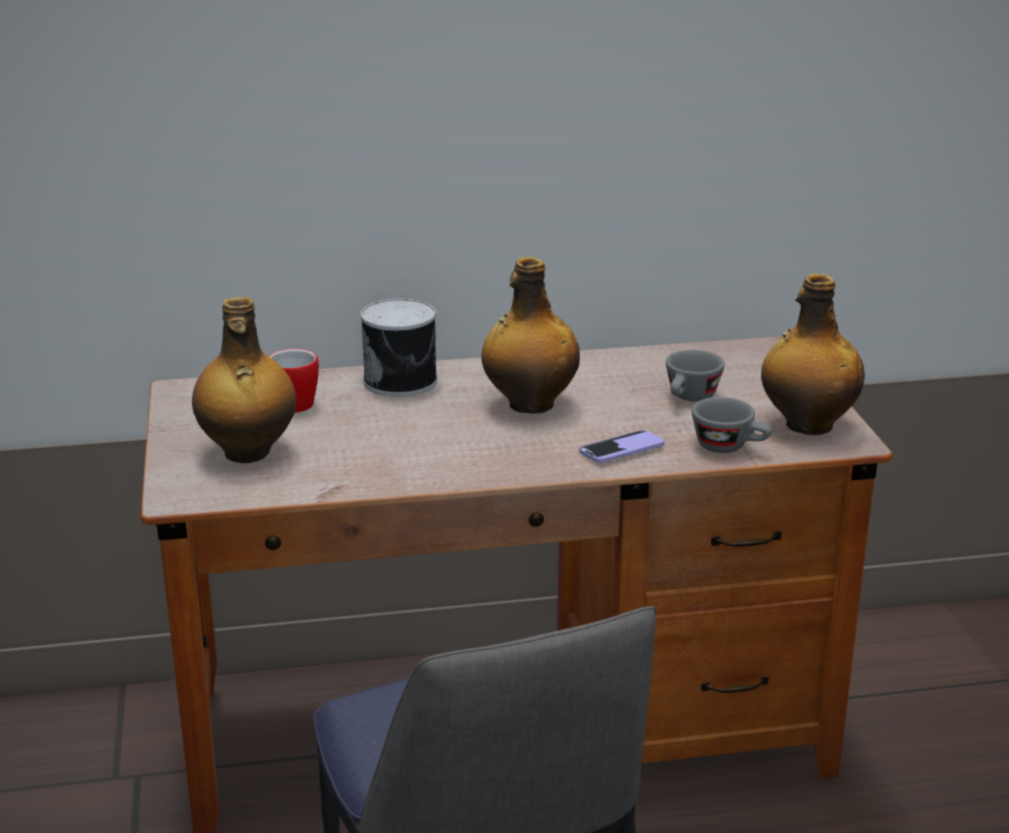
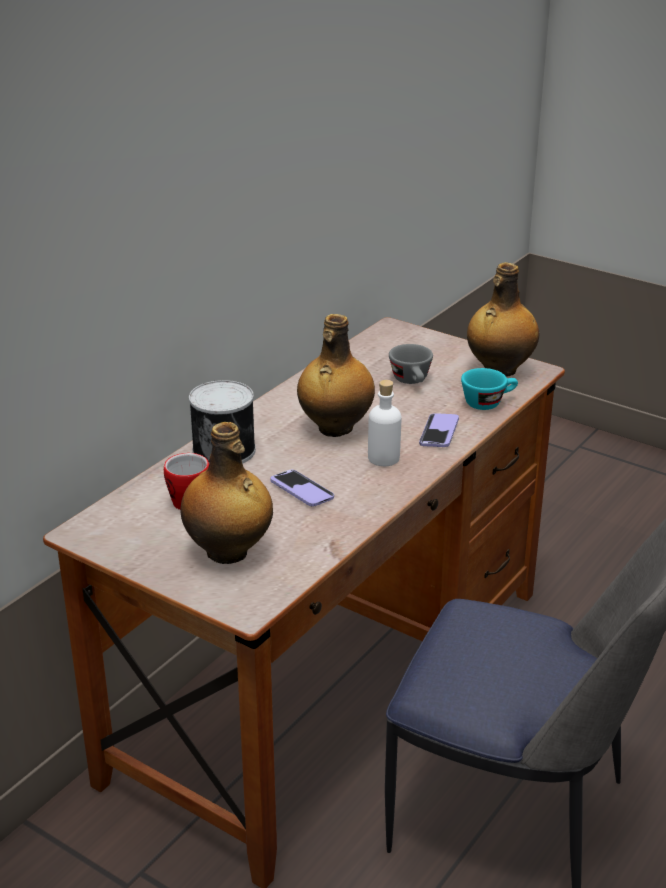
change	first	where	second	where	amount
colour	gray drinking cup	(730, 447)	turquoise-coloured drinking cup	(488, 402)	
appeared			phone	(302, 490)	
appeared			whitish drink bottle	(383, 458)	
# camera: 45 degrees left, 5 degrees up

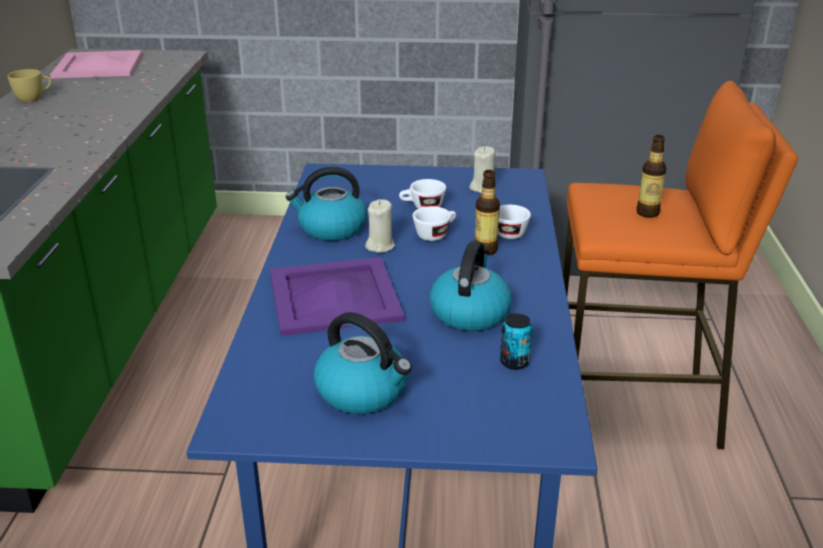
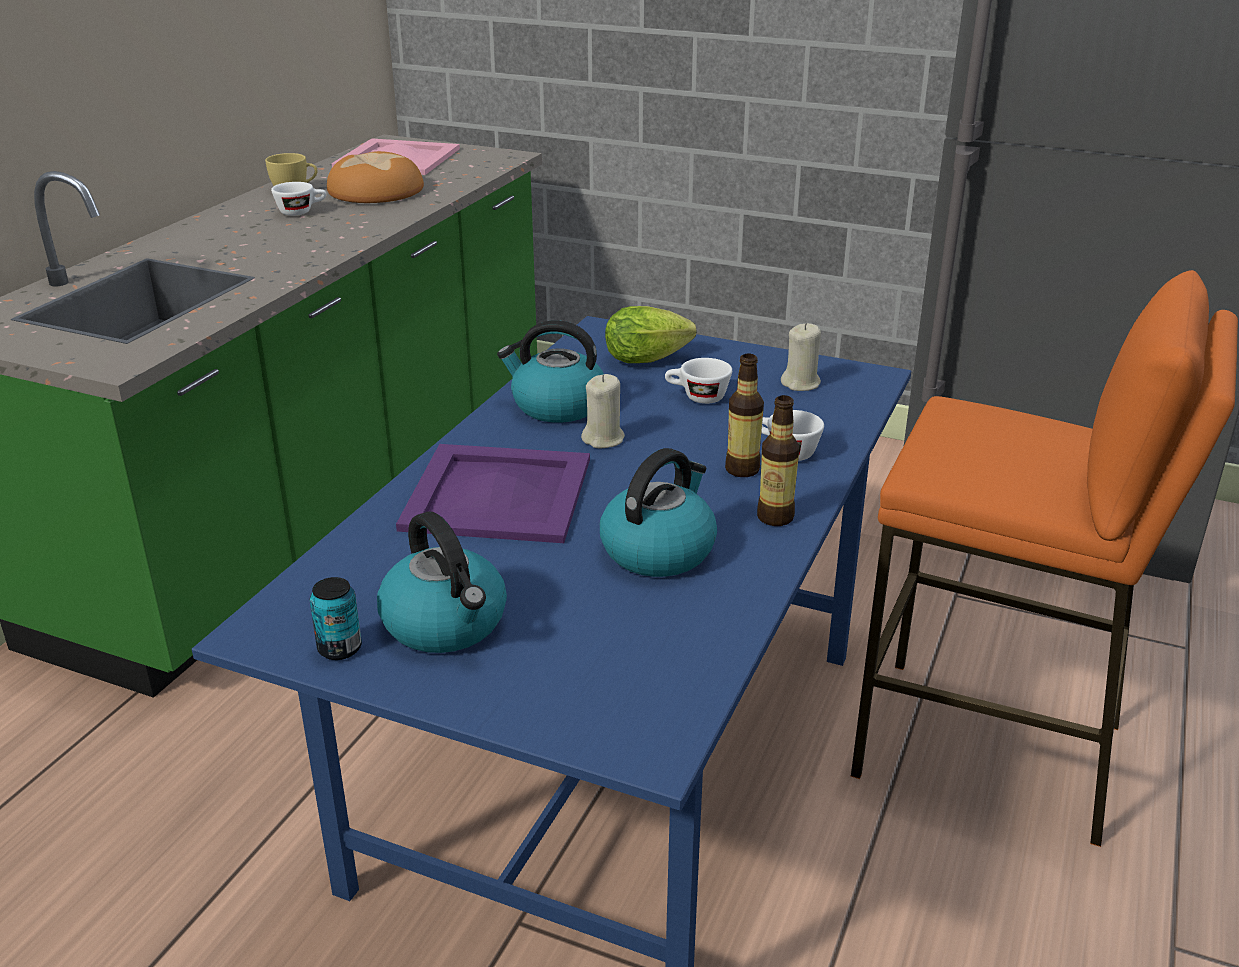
change	first	where	second	where	amount
relocated	whitish drinking cup	(435, 234)		(301, 212)	
relocated	can	(514, 362)		(340, 648)	
relocated	drink bottle	(647, 213)		(775, 517)	
appeared			bakery bread	(376, 191)	
appeared			lettuce head	(651, 359)	
# camera: 20 degrees right, 0 degrees up

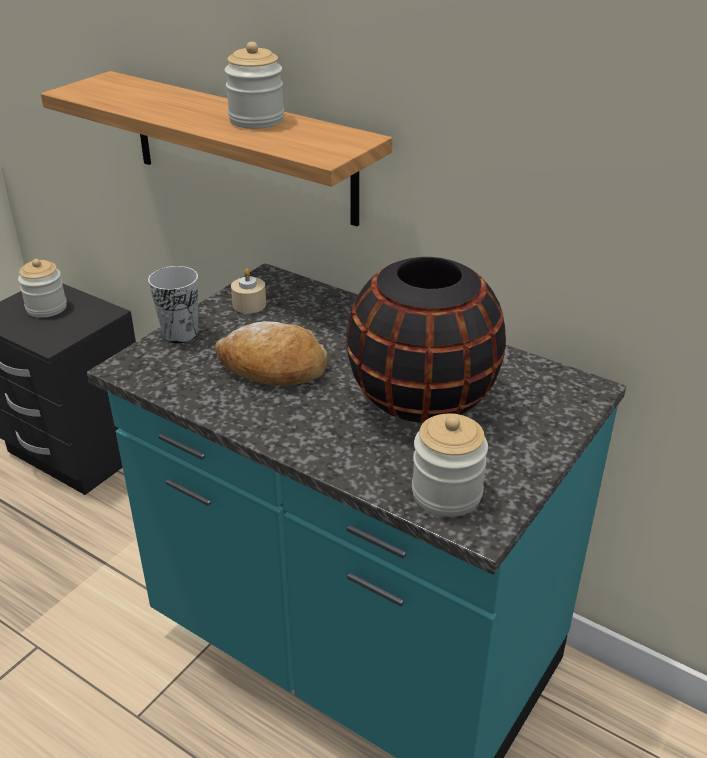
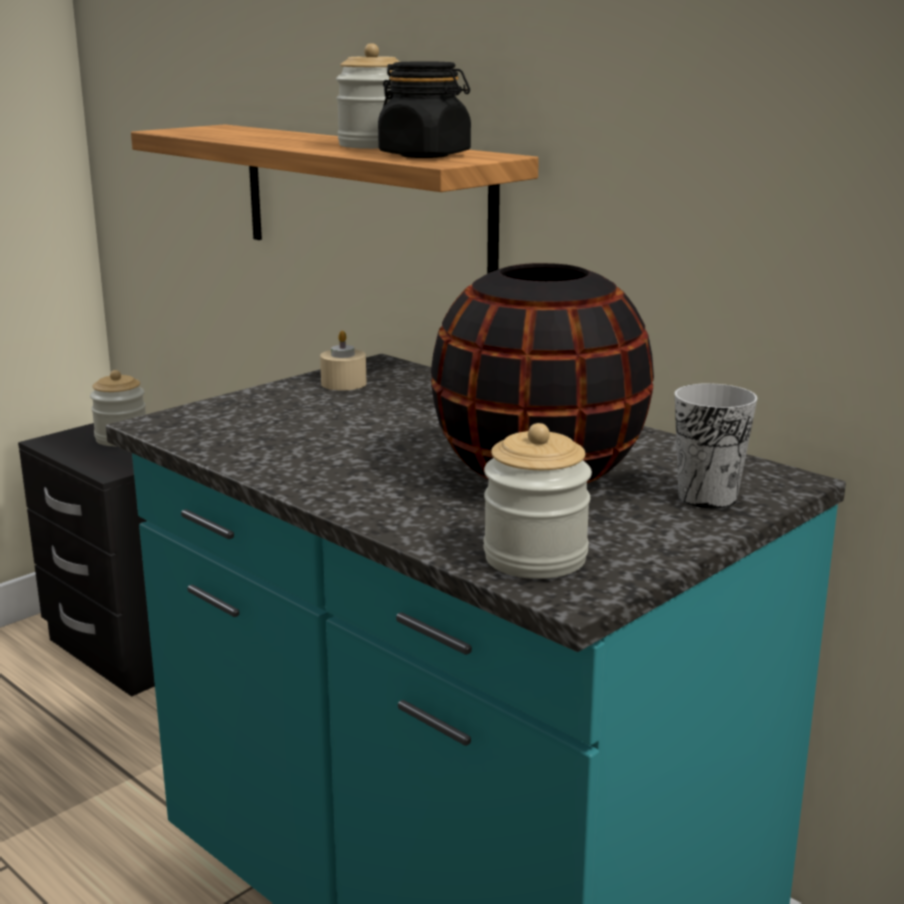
change	first	where	second	where	amount
relocated	drinking cup	(180, 334)		(707, 497)	
missing	bakery bread	(273, 368)			
appeared			blackish preserve jar	(425, 155)	
# camera: 10 degrees right, 15 degrees down

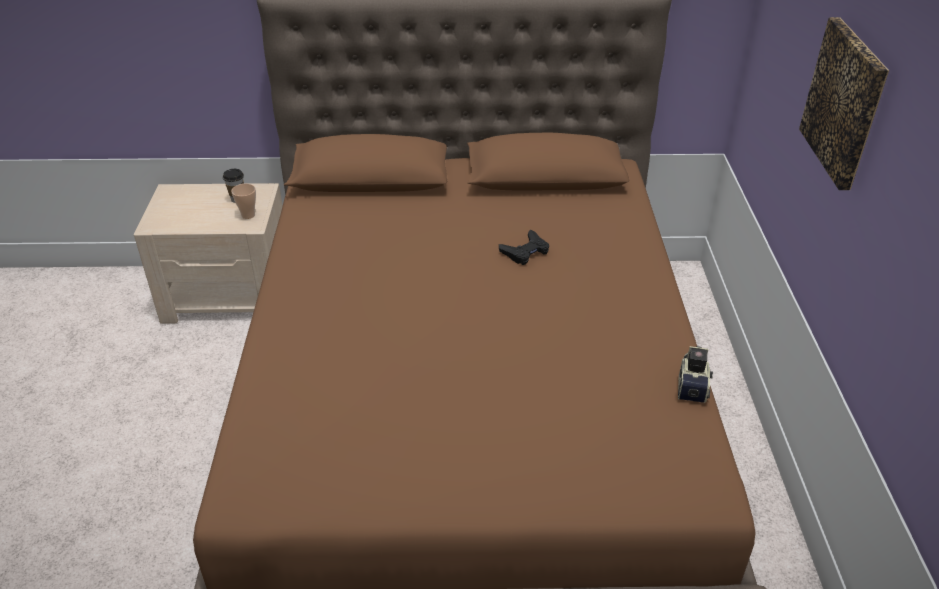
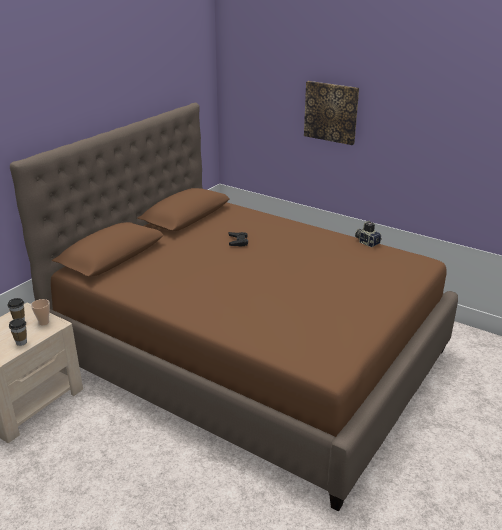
change	first	where	second	where	amount
appeared			drinking cup	(21, 342)	
# camera: 55 degrees left, 10 degrees down

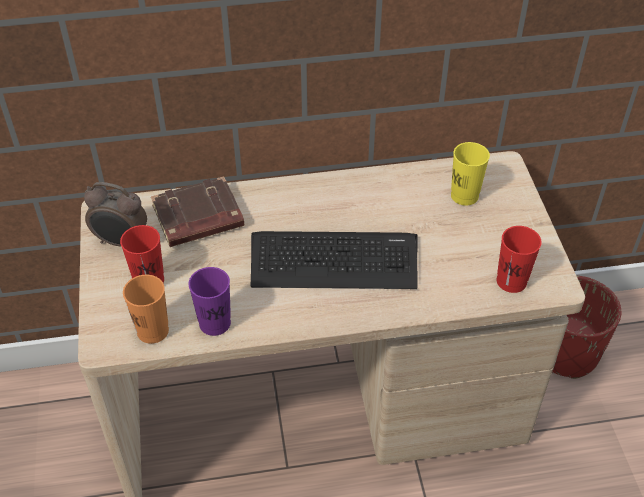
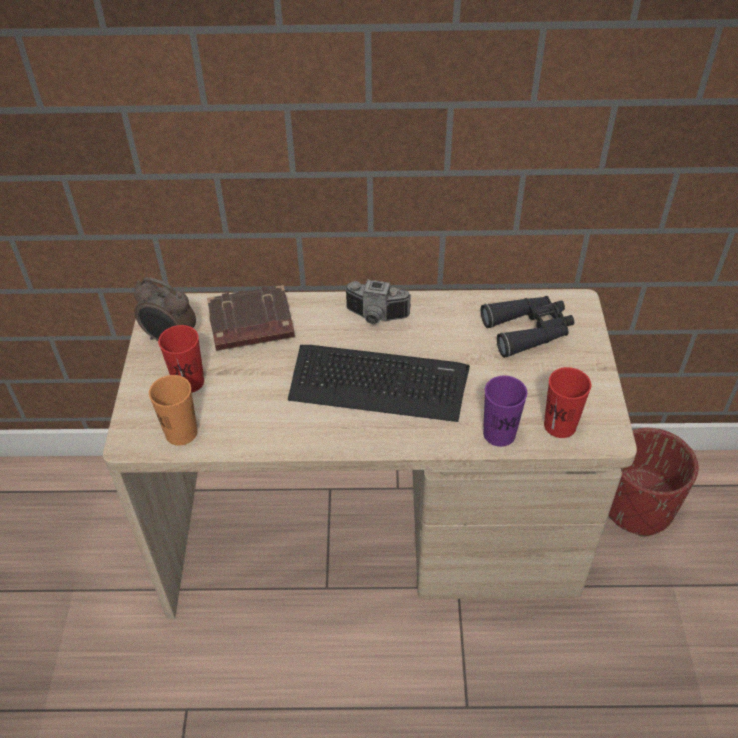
change	first	where	second	where	amount
relocated	purple-coloured drinking cup	(215, 323)		(499, 434)	
exchanged	yellow-coloured drinking cup	(464, 196)	blackish binoculars	(528, 330)	
appeared			still camera	(375, 317)	
# camera: 10 degrees right, 0 degrees up

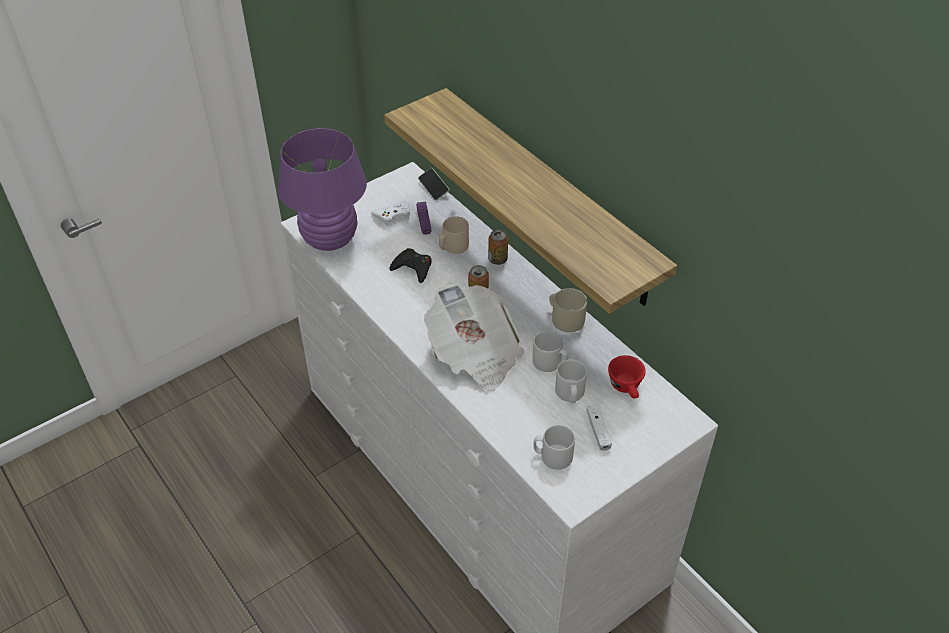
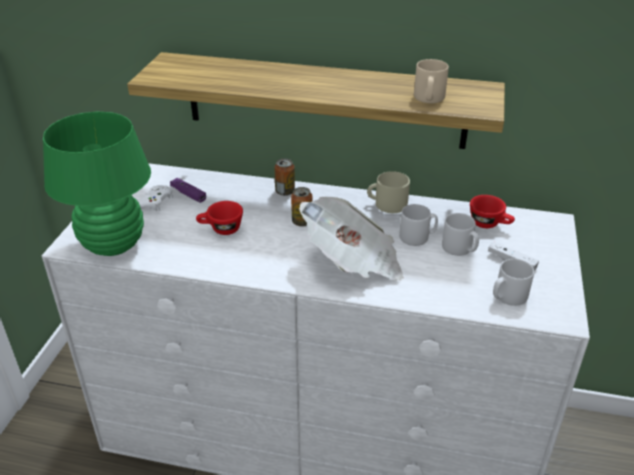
change	first	where	second	where	amount
colour	purple-coloured table lamp	(329, 240)	greenish table lamp	(113, 245)	
exchanged	blackish gamepad	(413, 268)	red drinking cup	(221, 229)	
missing	phone	(433, 188)			
relocated	beige mug	(453, 247)		(429, 99)	
# camera: 40 degrees left, 10 degrees down

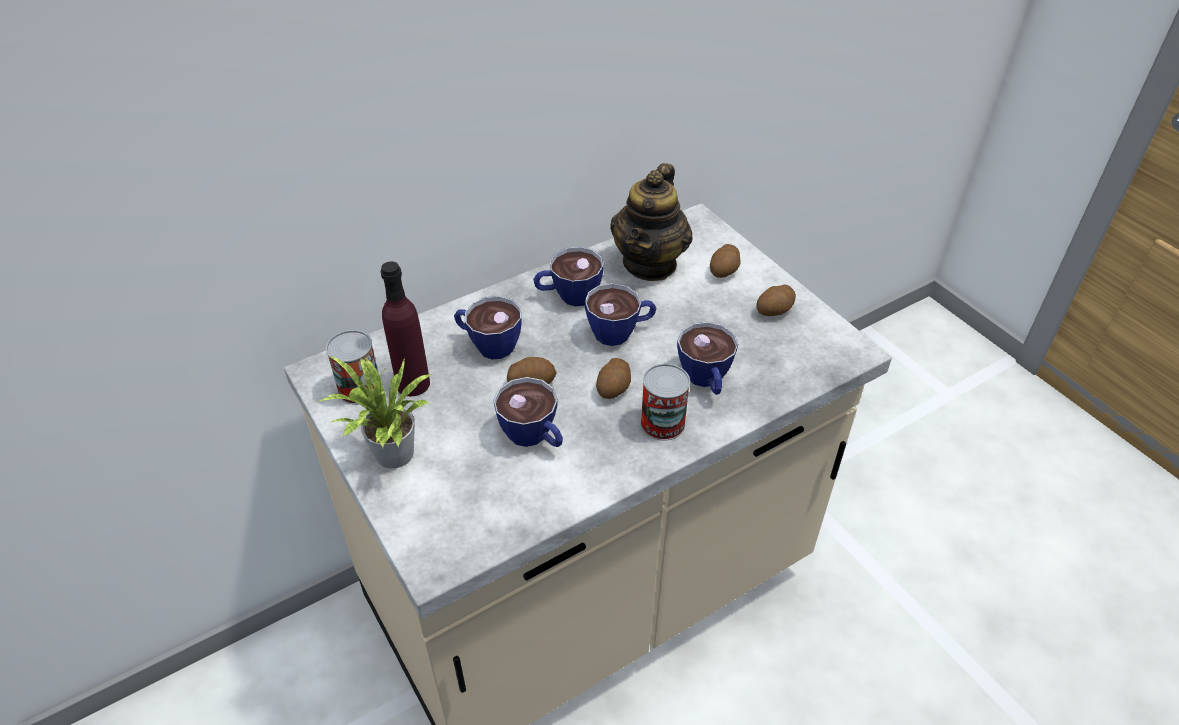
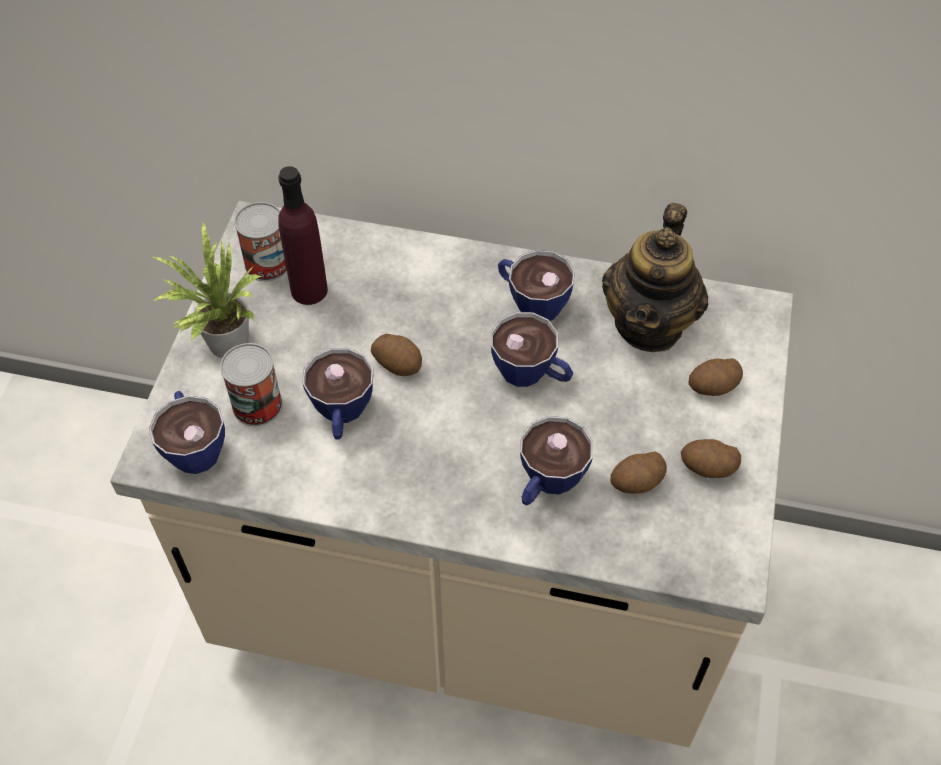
change	first	where	second	where	amount
relocated	drinking cup	(488, 344)		(194, 445)	
relocated	spud	(614, 388)		(637, 482)	
spun	teapot	(650, 263)		(649, 324)	45 degrees counterclockwise
relocated	can	(662, 423)		(257, 405)	
# camera: 45 degrees right, 10 degrees up

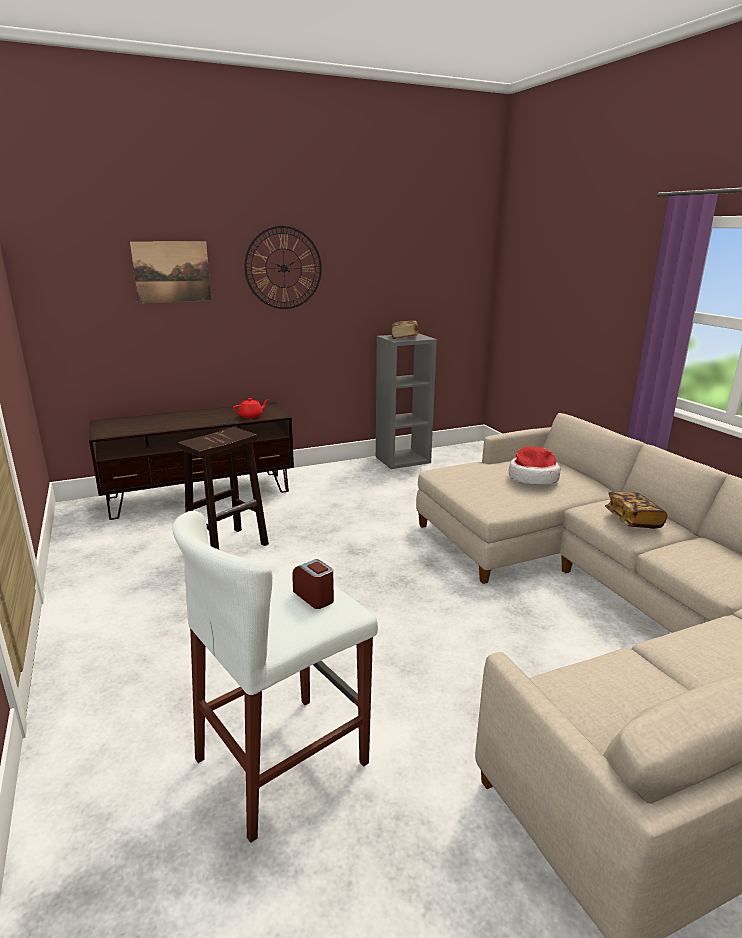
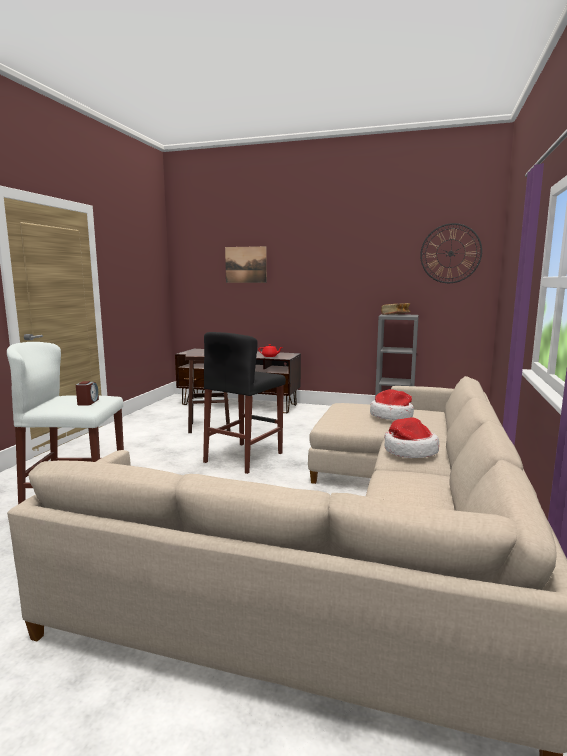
change	first	where	second	where	amount
relocated	clock on the wall	(283, 268)		(450, 253)	
exchanged	volume	(633, 520)	wearable hat	(409, 451)	
appeared			blackish sitting stool	(244, 457)	
# camera: 40 degrees right, 10 degrees down

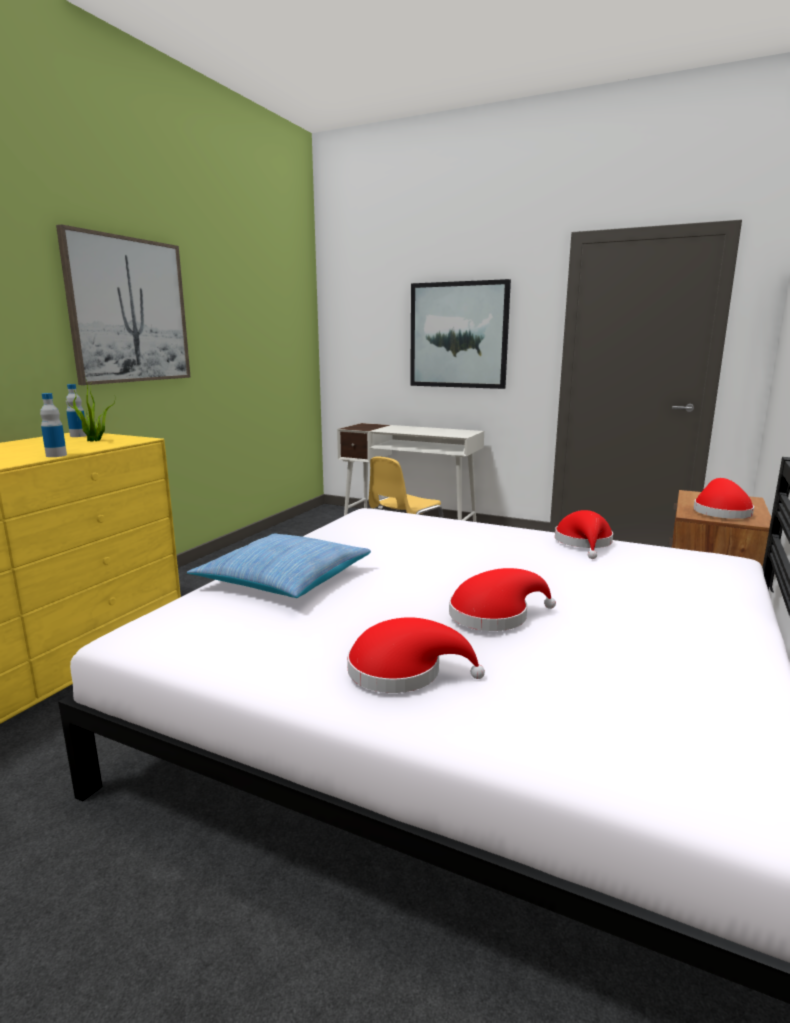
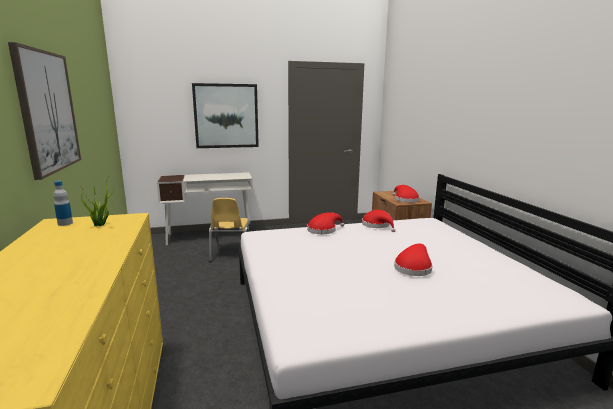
change	first	where	second	where	amount
missing	drink bottle	(56, 455)			
missing	cushion	(284, 579)			
relocated	red wearable hat	(402, 671)		(323, 230)	
# camera: 40 degrees left, 0 degrees up

